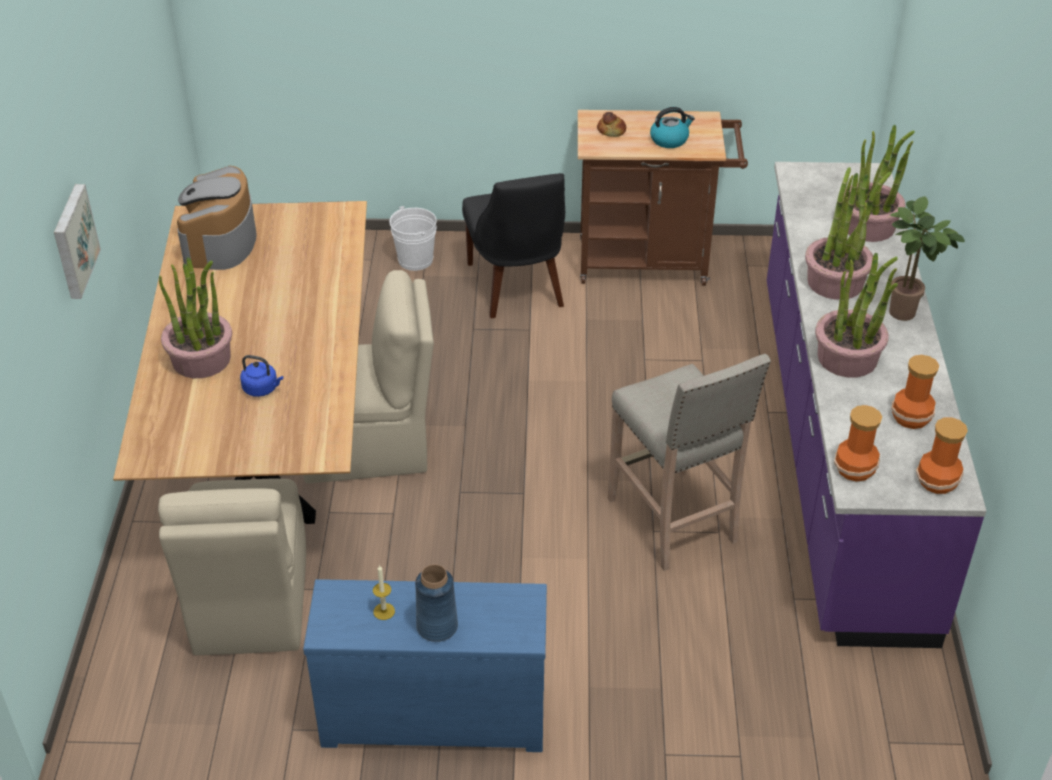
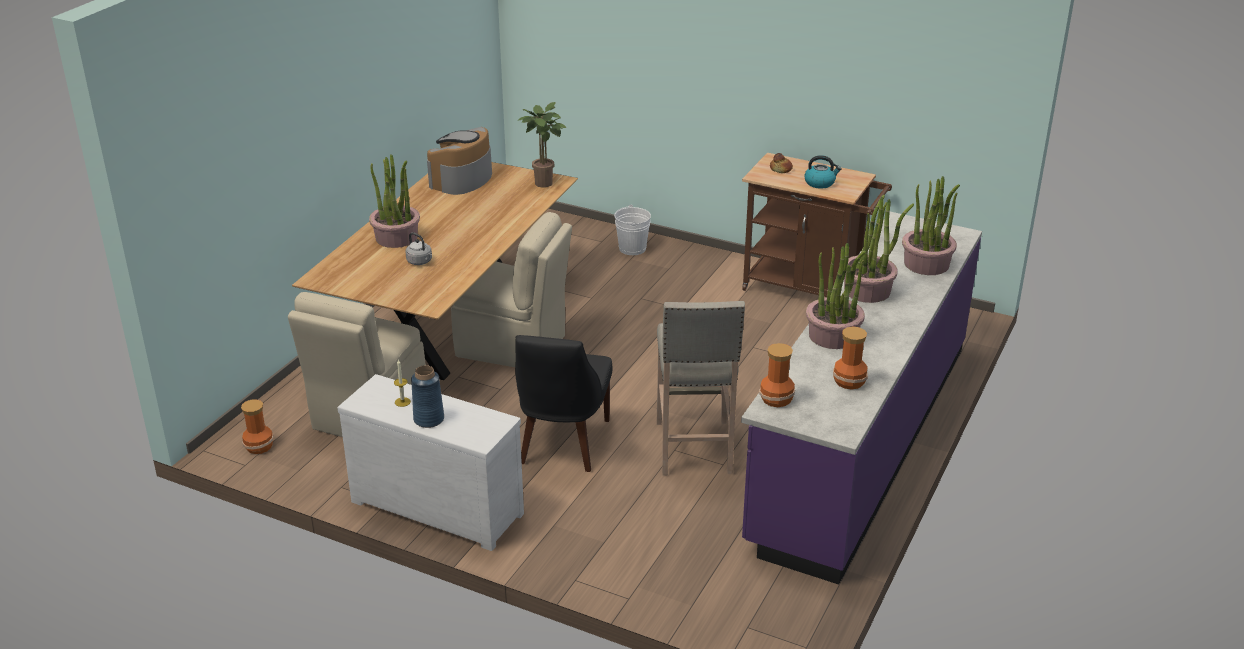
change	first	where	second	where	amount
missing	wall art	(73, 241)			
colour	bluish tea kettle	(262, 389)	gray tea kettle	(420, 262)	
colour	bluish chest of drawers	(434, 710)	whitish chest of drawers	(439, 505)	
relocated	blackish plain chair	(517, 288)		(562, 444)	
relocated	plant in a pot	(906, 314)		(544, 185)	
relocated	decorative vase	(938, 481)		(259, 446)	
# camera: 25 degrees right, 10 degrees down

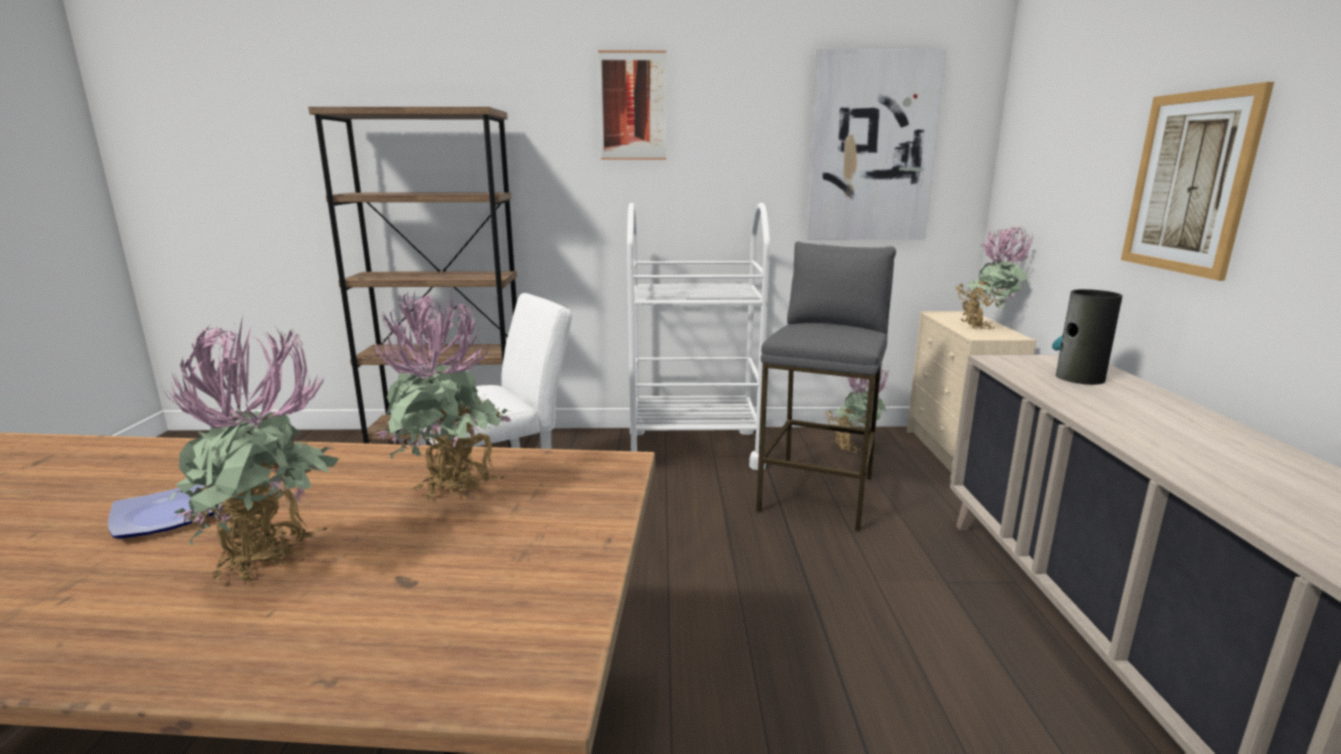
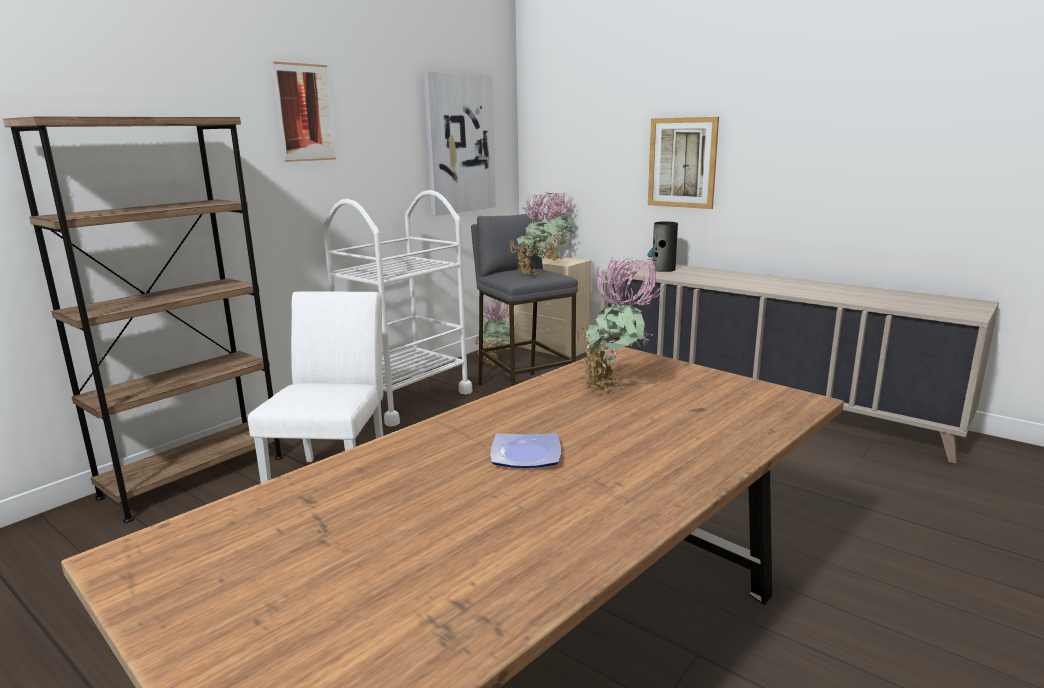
change	first	where	second	where	amount
relocated	plant in a pot	(278, 570)		(536, 273)	
# camera: 50 degrees left, 0 degrees up

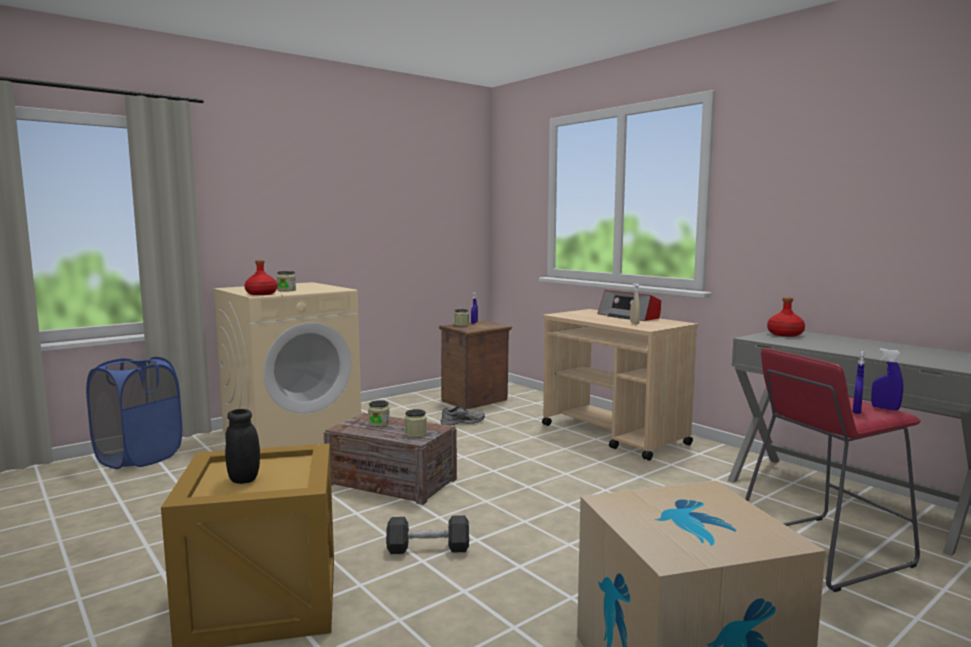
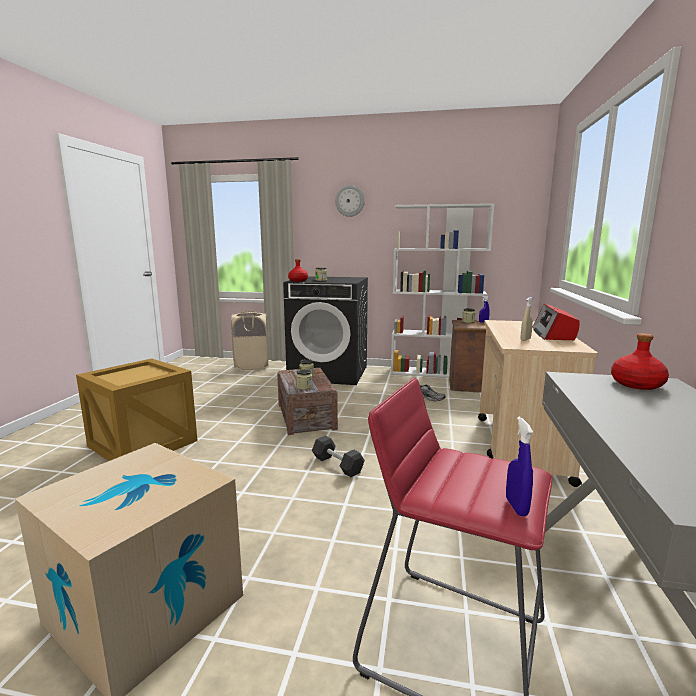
change	first	where	second	where	amount
colour	bluish washing basket	(139, 458)	beige washing basket	(252, 365)	
colour	beige laundry machine	(292, 432)	blackish laundry machine	(329, 373)	
missing	blackish preserve jar	(244, 479)			
relocated	blackish dumbbell	(428, 548)		(337, 465)	
missing	bluish spray bottle	(856, 411)			
appeared			clock on the wall	(350, 201)	
appeared			whitish shelving unit	(435, 373)	
# camera: 50 degrees right, 5 degrees up

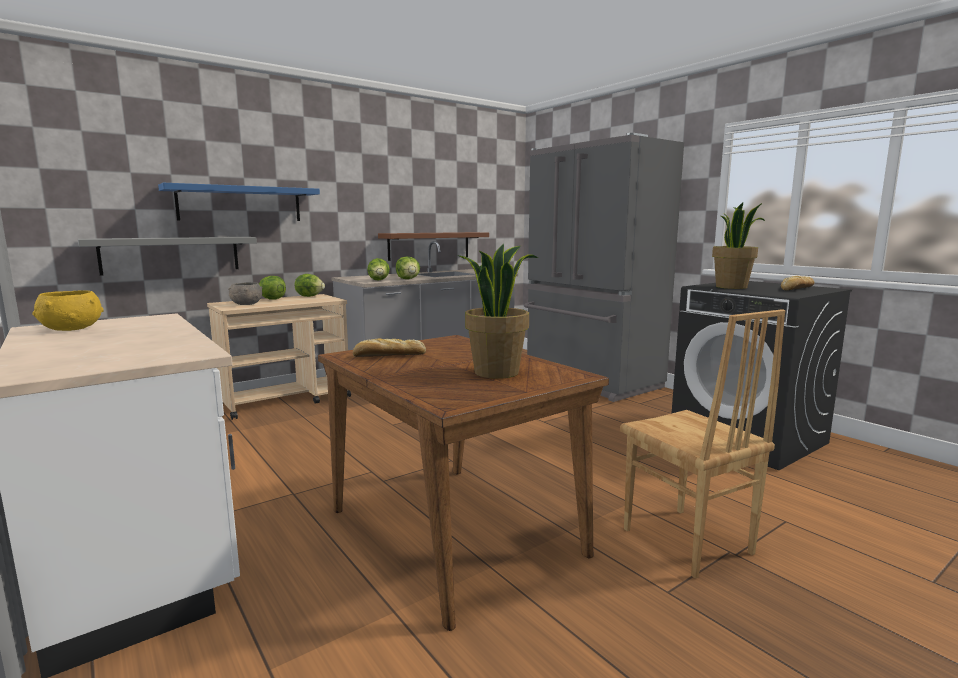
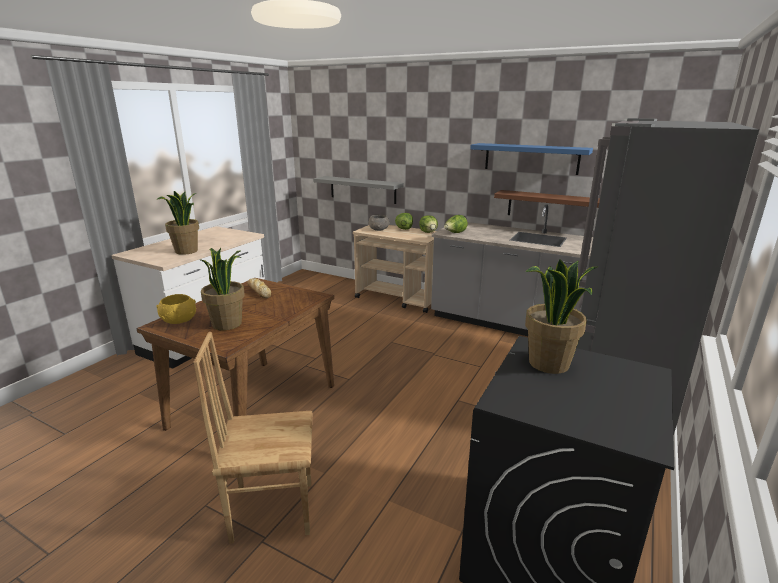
change	first	where	second	where	amount
relocated	yellow-coloured bowl	(70, 329)		(179, 320)	
relocated	bluish wall shelf	(240, 204)		(531, 158)	
missing	lettuce head	(408, 279)			
spun	brown plain chair	(686, 542)		(272, 510)	45 degrees clockwise
missing	bakery bread	(797, 288)			
appeared			plant in a pot	(186, 251)	
# camera: 65 degrees right, 10 degrees up

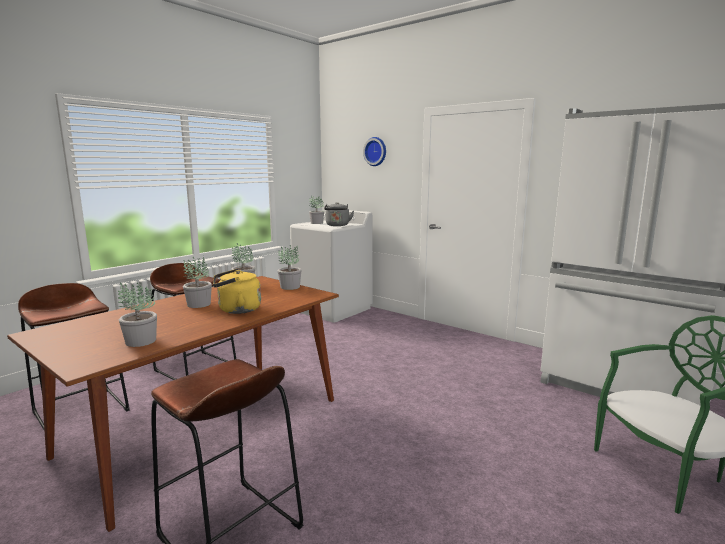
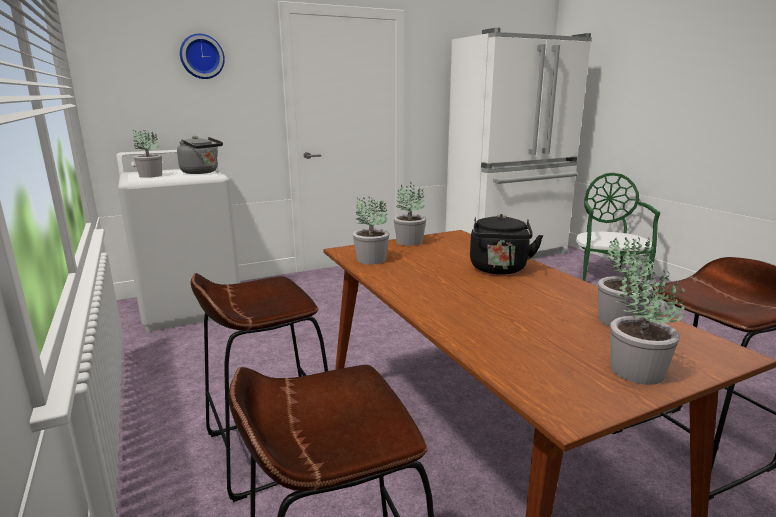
change	first	where	second	where	amount
relocated	plant in a pot	(199, 304)		(635, 371)	
colour	yellow-coloured tea kettle	(237, 310)	blackish tea kettle	(499, 269)	
# camera: 65 degrees left, 5 degrees up

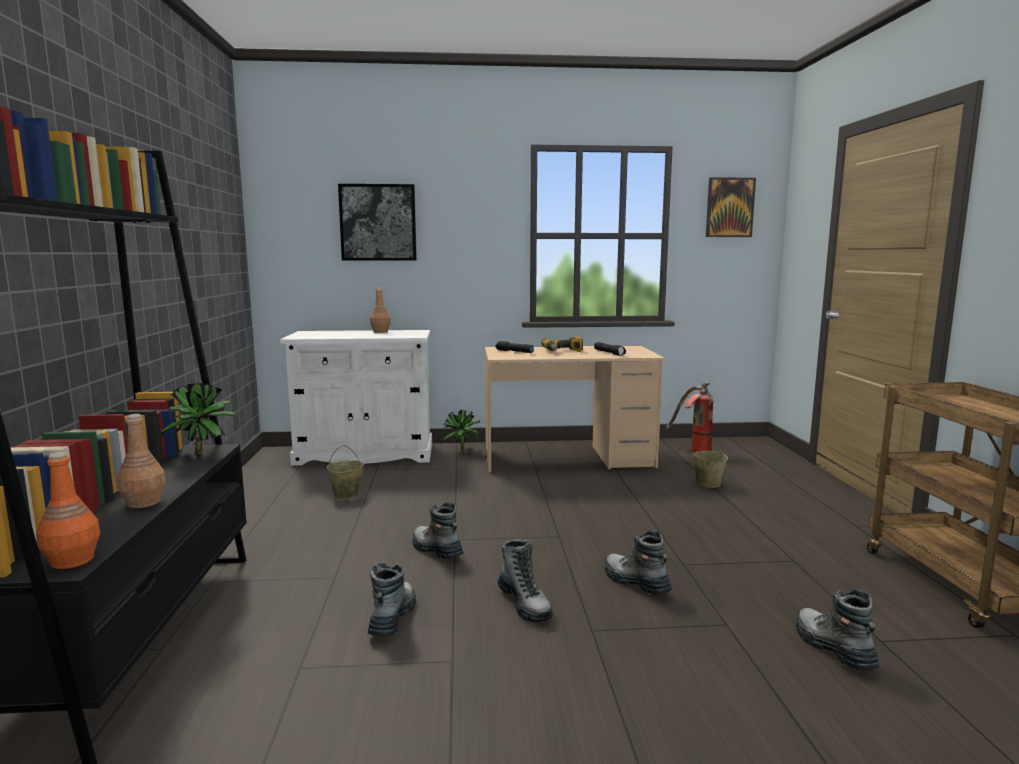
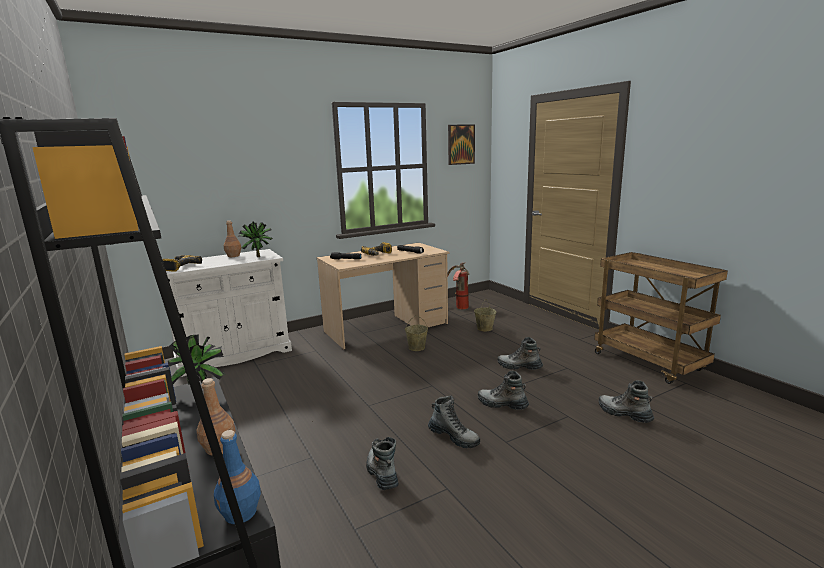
change	first	where	second	where	amount
colour	orangey drink bottle	(72, 561)	bluish drink bottle	(241, 513)	
relocated	beige water bucket	(346, 495)		(416, 348)	
missing	wall art	(378, 222)			
relocated	boot	(436, 550)		(519, 367)	
relocated	plant in a pot	(462, 451)		(258, 257)	
appeared			power drill	(179, 267)	
# camera: 25 degrees left, 5 degrees up

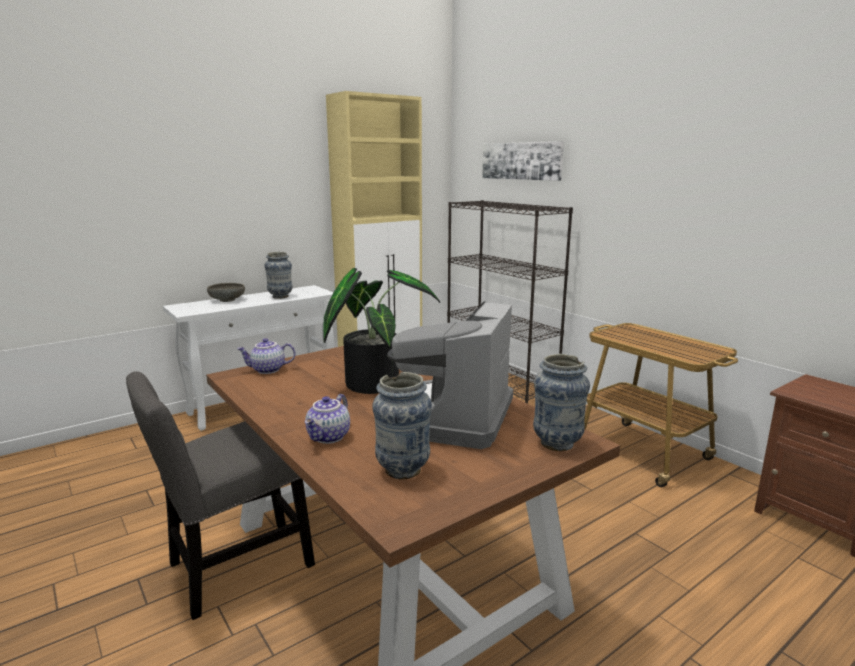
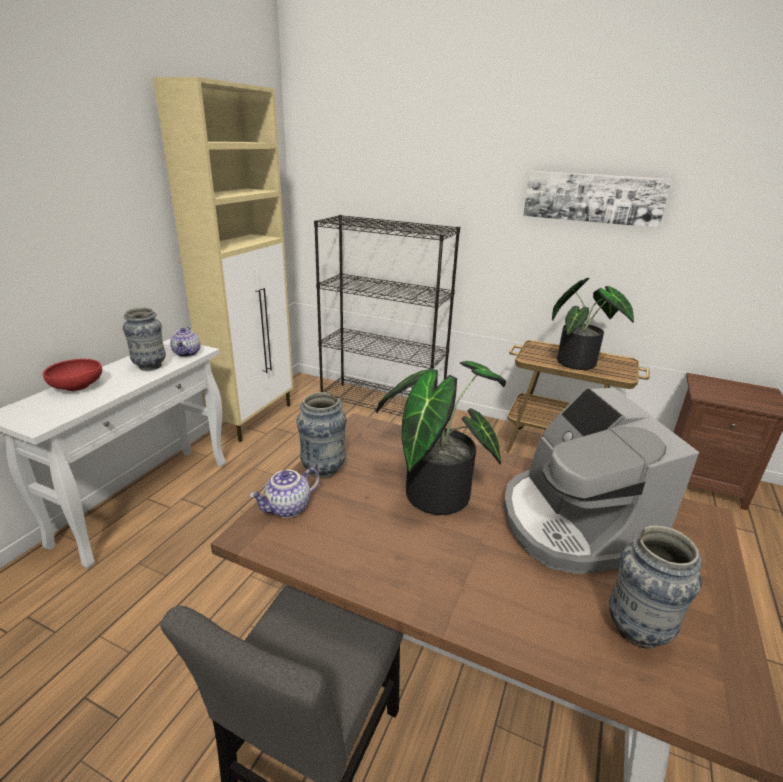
change	first	where	second	where	amount
colour	gray bowl	(227, 300)	red bowl	(77, 386)	
relocated	teapot	(329, 437)		(187, 353)	
relocated	wall art	(521, 161)		(593, 198)	
relocated	decorative vase	(557, 443)		(323, 470)	
appeared			plant in a pot	(580, 362)	
# camera: 30 degrees left, 10 degrees up

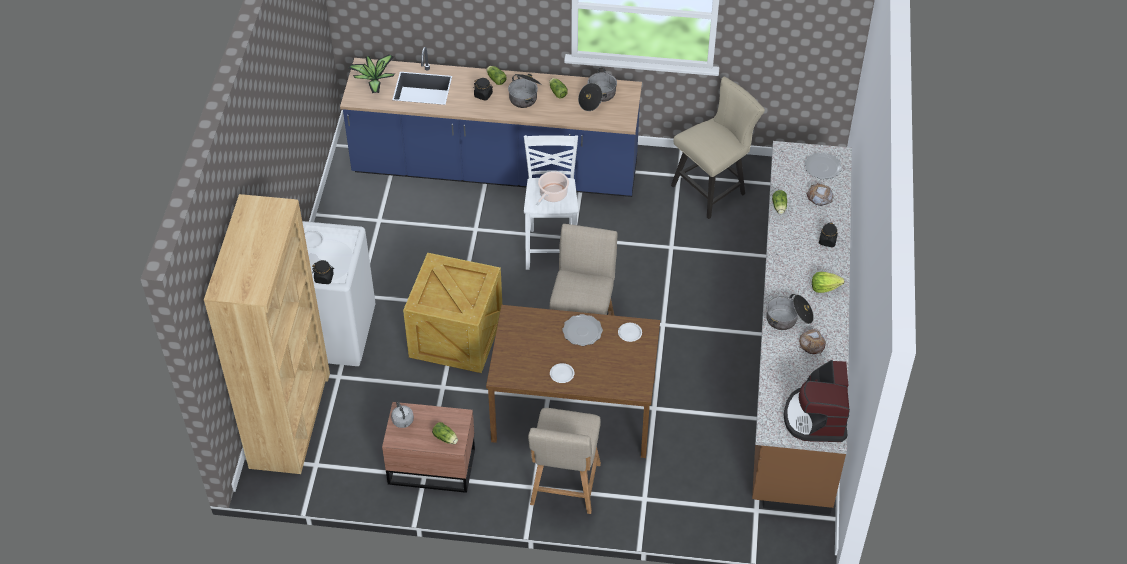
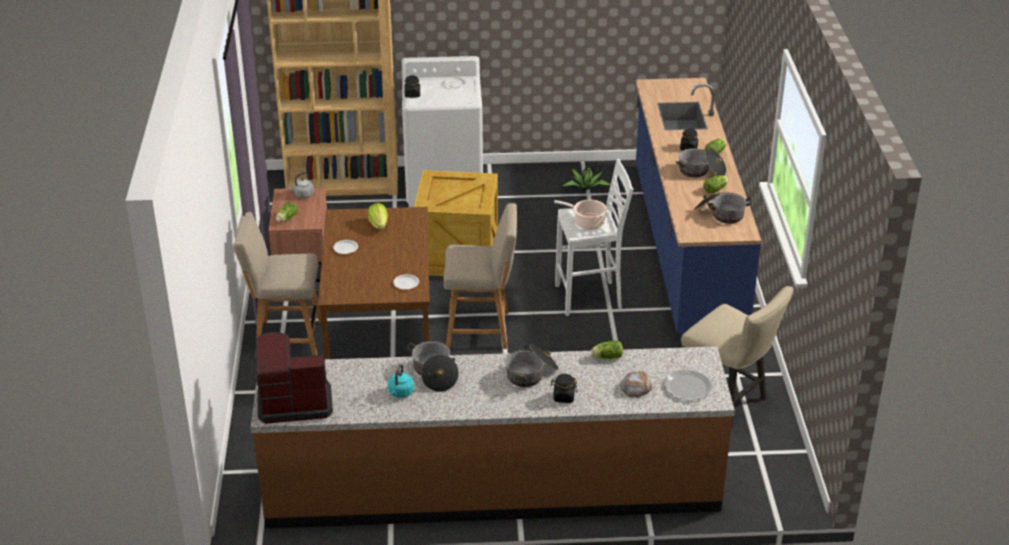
change	first	where	second	where	amount
relocated	plant in a pot	(374, 79)		(586, 188)	
missing	flat dish	(582, 331)			
exchanged	bakery bread	(812, 343)	turquoise-coloured tea kettle	(400, 393)	
relocated	lettuce head	(824, 288)		(379, 225)	
appeared			saucepot	(531, 374)	
# camera: 80 degrees right, 15 degrees down

